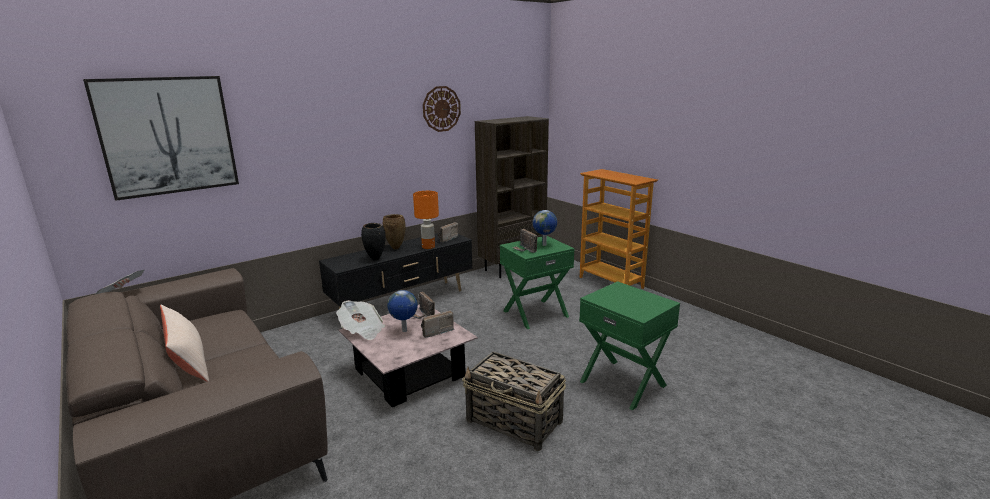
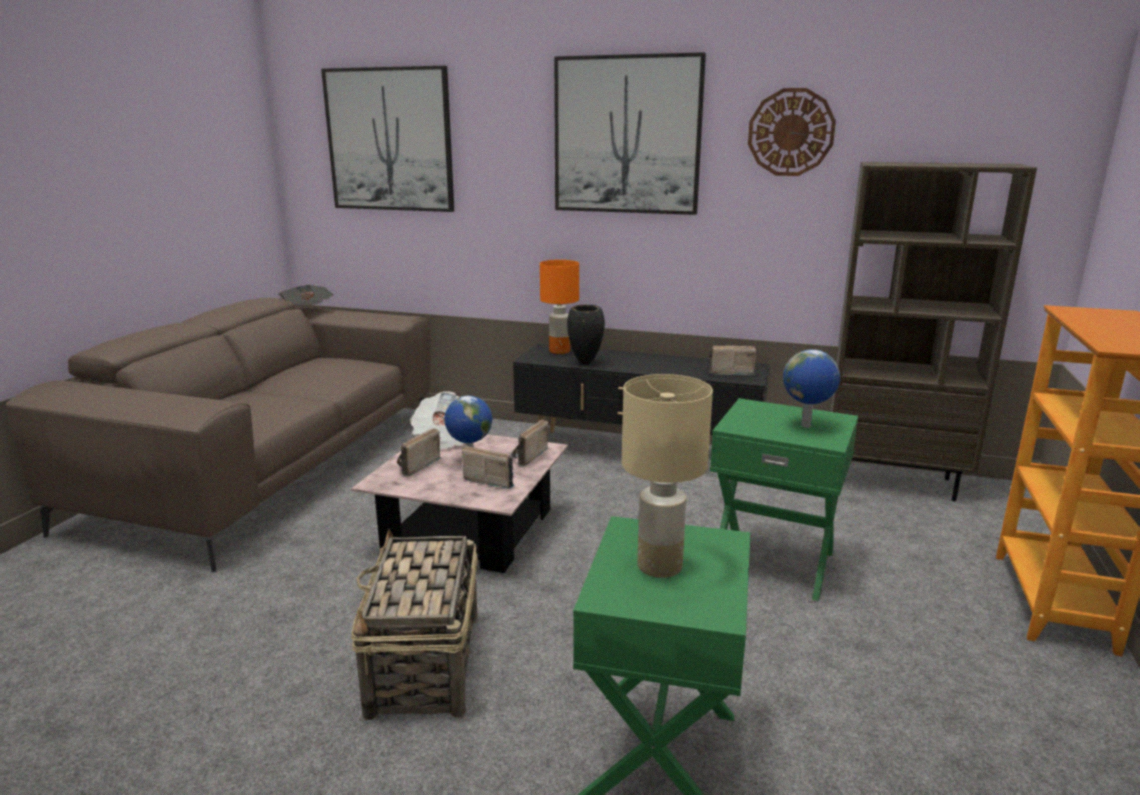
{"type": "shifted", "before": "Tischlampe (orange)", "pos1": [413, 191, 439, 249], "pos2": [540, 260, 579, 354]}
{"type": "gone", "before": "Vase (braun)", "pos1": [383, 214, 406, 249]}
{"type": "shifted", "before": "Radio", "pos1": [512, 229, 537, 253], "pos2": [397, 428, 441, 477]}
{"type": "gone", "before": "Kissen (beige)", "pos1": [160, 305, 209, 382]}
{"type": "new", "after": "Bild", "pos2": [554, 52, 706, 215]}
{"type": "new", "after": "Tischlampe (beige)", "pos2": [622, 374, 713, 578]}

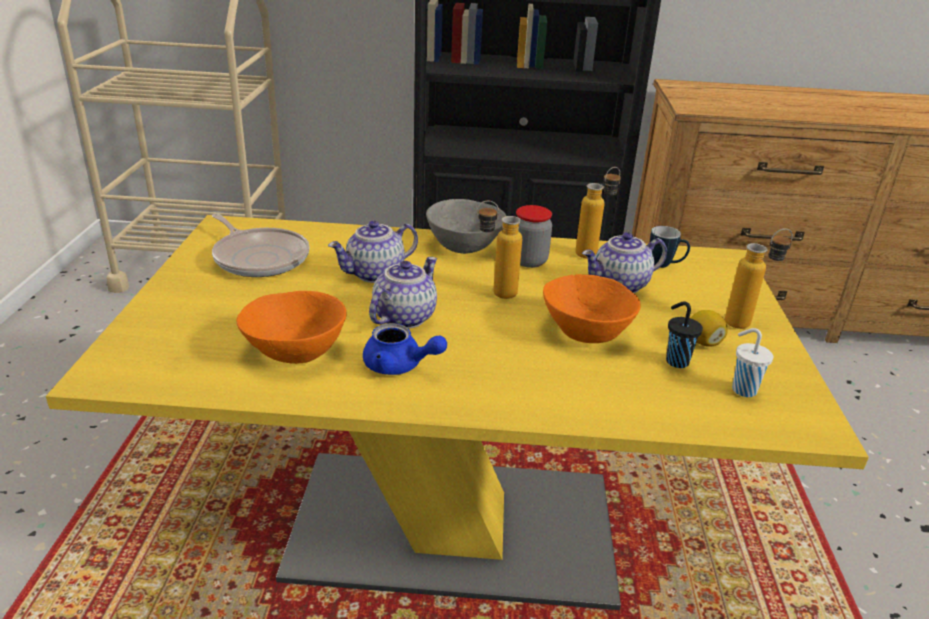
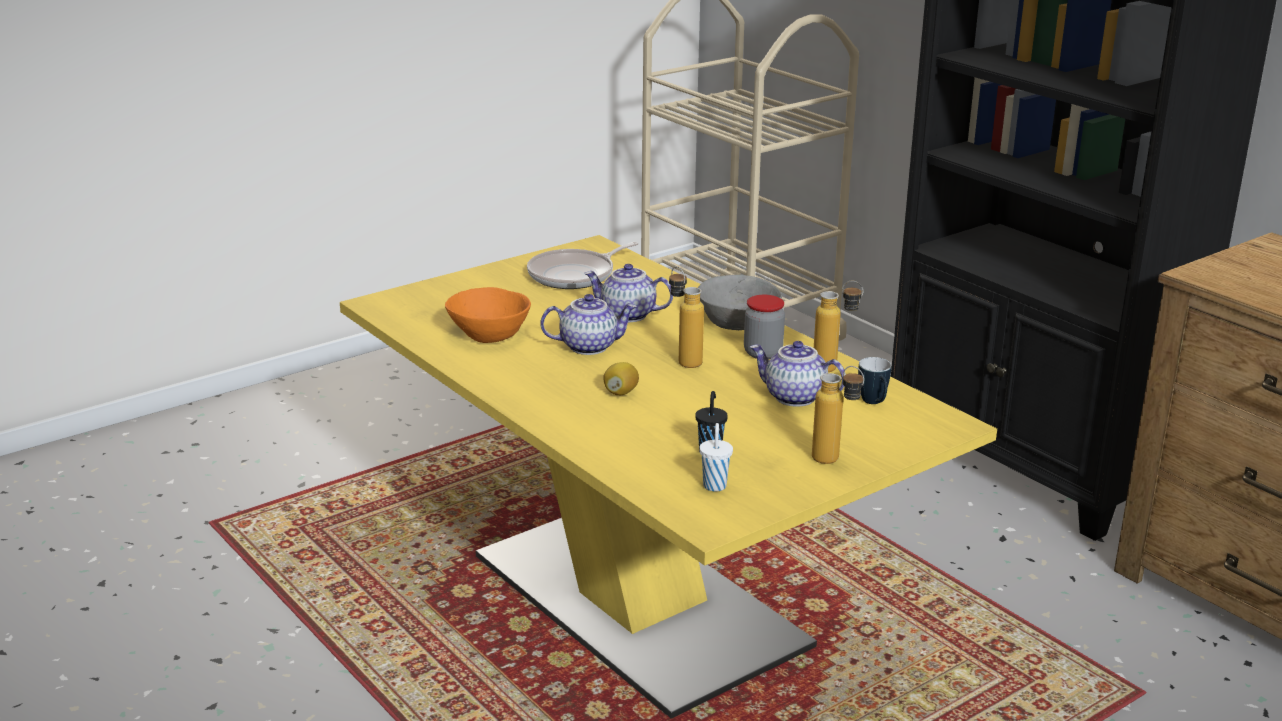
{"type": "rotated", "before": "Pfanne", "pos1": [212, 213, 310, 277], "pos2": [527, 242, 639, 289], "turn": 45}
{"type": "gone", "before": "Schüssel (orange)", "pos1": [543, 274, 641, 343]}
{"type": "shifted", "before": "Zitrone", "pos1": [691, 310, 727, 347], "pos2": [603, 362, 639, 395]}
{"type": "gone", "before": "Teekanne (blau)", "pos1": [363, 323, 447, 375]}

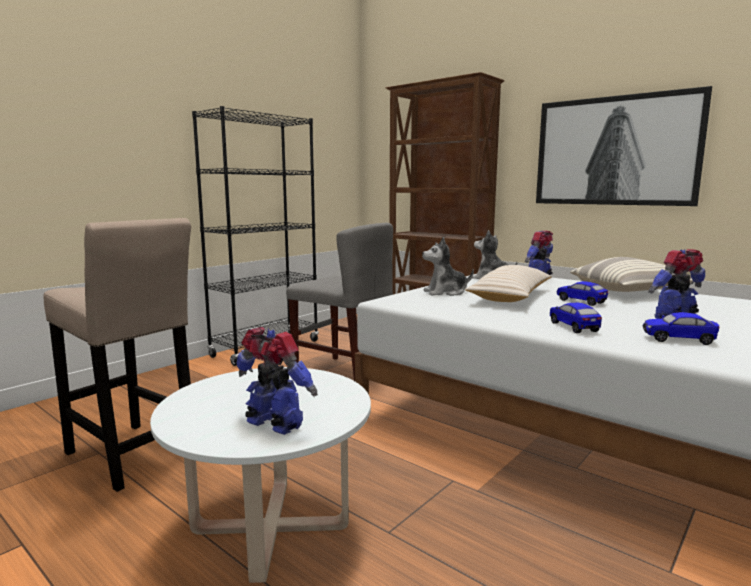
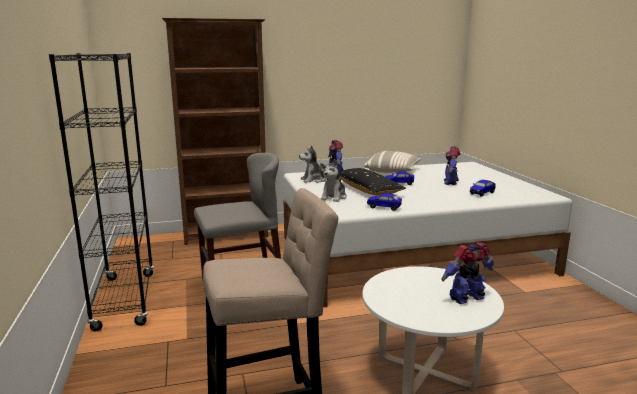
{"type": "gone", "before": "Bild", "pos1": [536, 86, 712, 206]}
{"type": "repainted", "before": "Kissen (beige)", "after": "Kissen (schwarz)", "pos1": [465, 265, 552, 302], "pos2": [339, 168, 406, 196]}
{"type": "shifted", "before": "Spielzeugauto", "pos1": [550, 302, 602, 333], "pos2": [367, 193, 402, 211]}

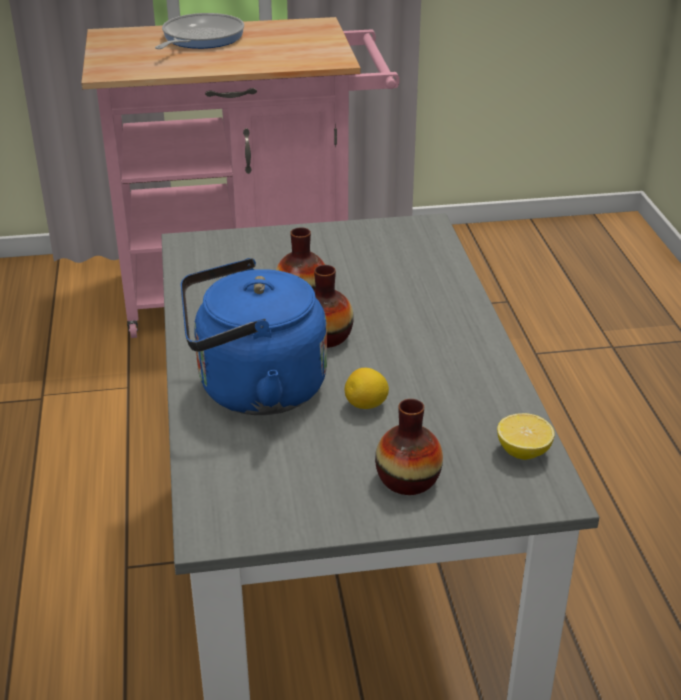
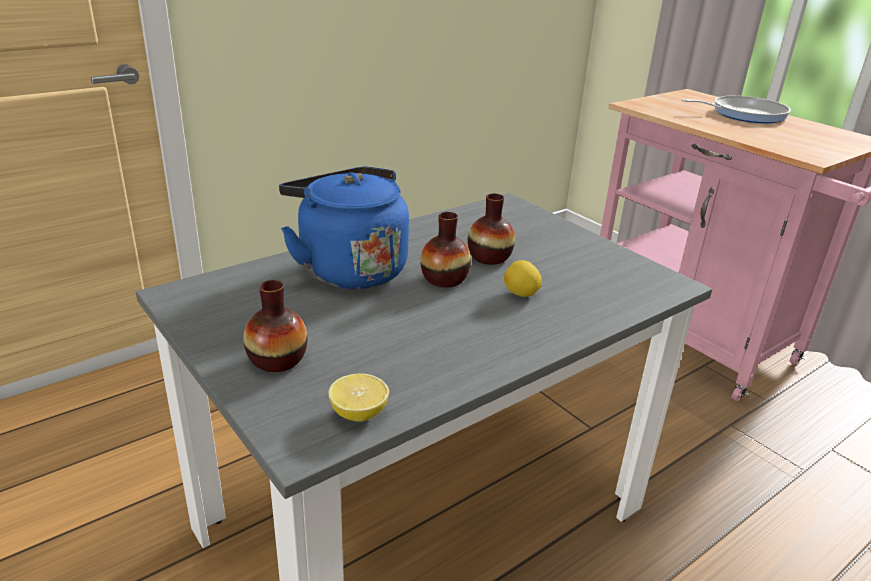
{"type": "shifted", "before": "Zitrone", "pos1": [345, 368, 389, 409], "pos2": [504, 260, 542, 297]}

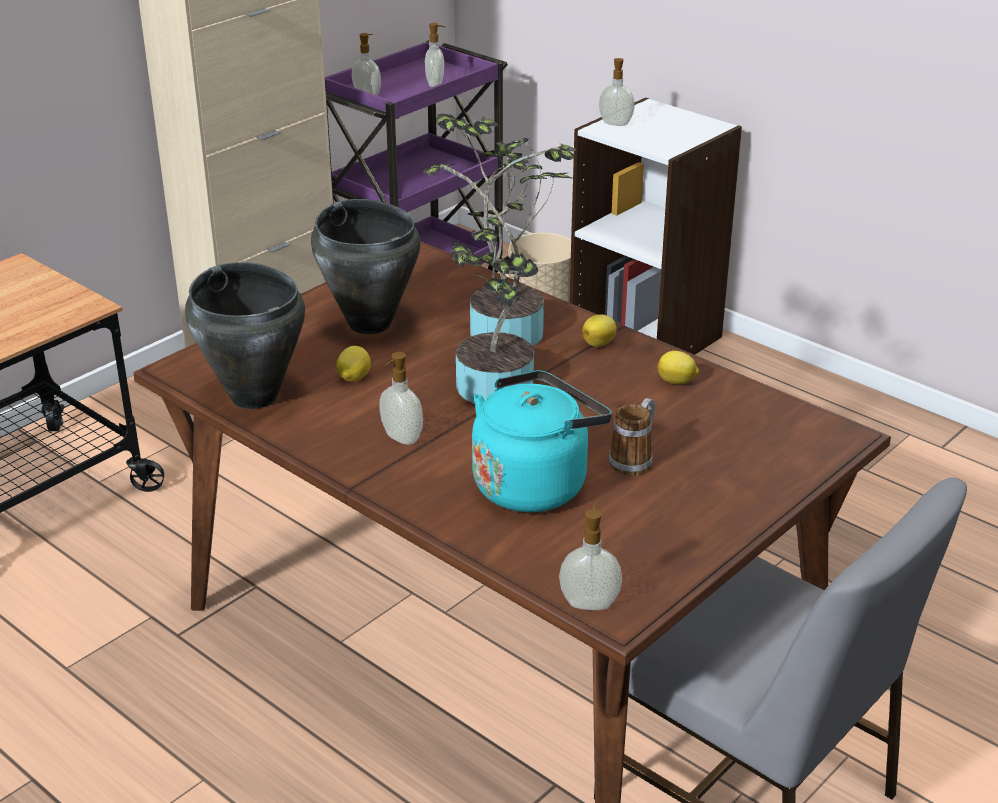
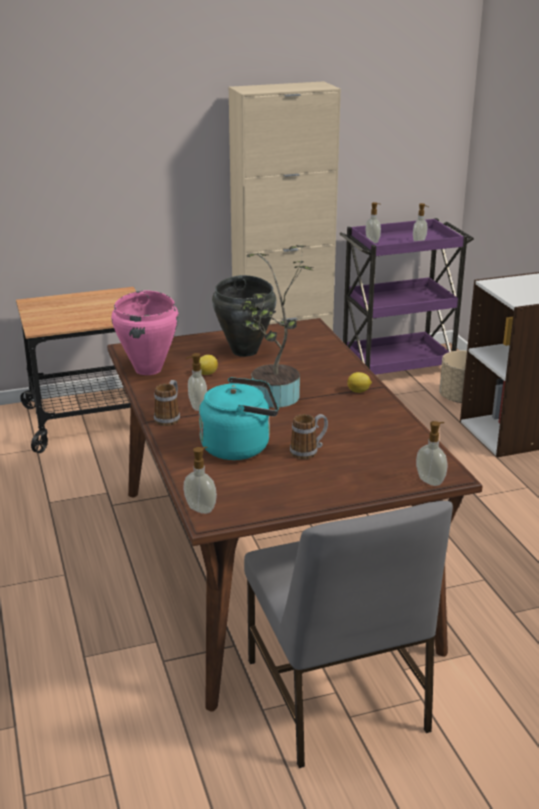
{"type": "shifted", "before": "Seifenspender", "pos1": [599, 58, 635, 126], "pos2": [416, 421, 447, 486]}
{"type": "gone", "before": "Topfpflanze", "pos1": [436, 114, 577, 347]}
{"type": "repainted", "before": "Kochtopf (schwarz)", "after": "Kochtopf (rosa)", "pos1": [185, 262, 305, 409], "pos2": [111, 290, 179, 375]}
{"type": "gone", "before": "Zitrone", "pos1": [658, 351, 699, 384]}
{"type": "new", "after": "Henkelbecher", "pos2": [154, 380, 180, 426]}

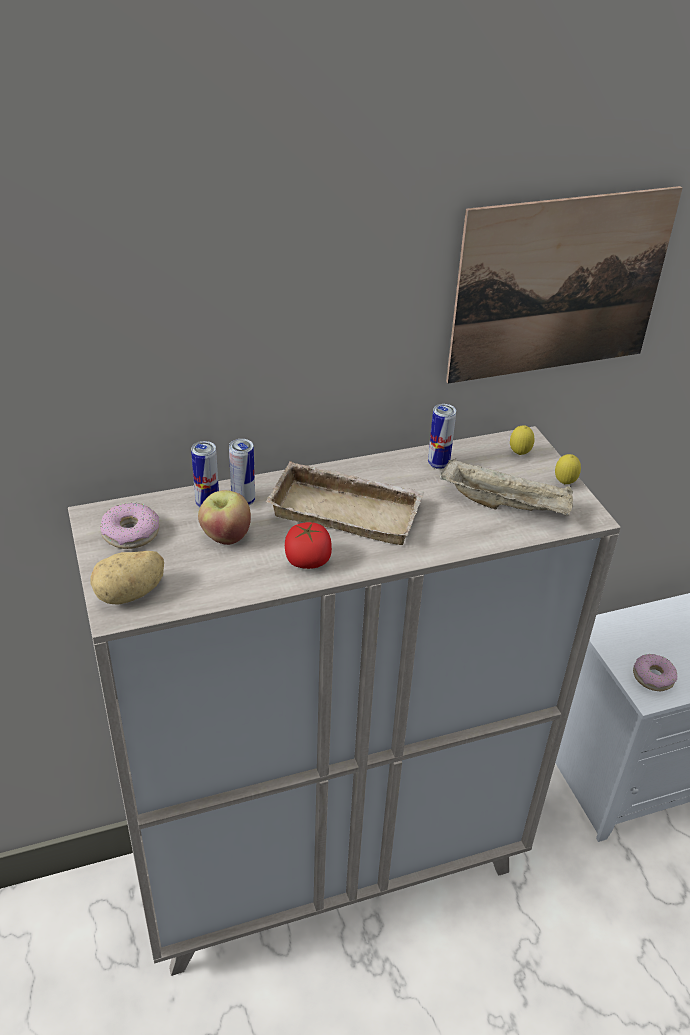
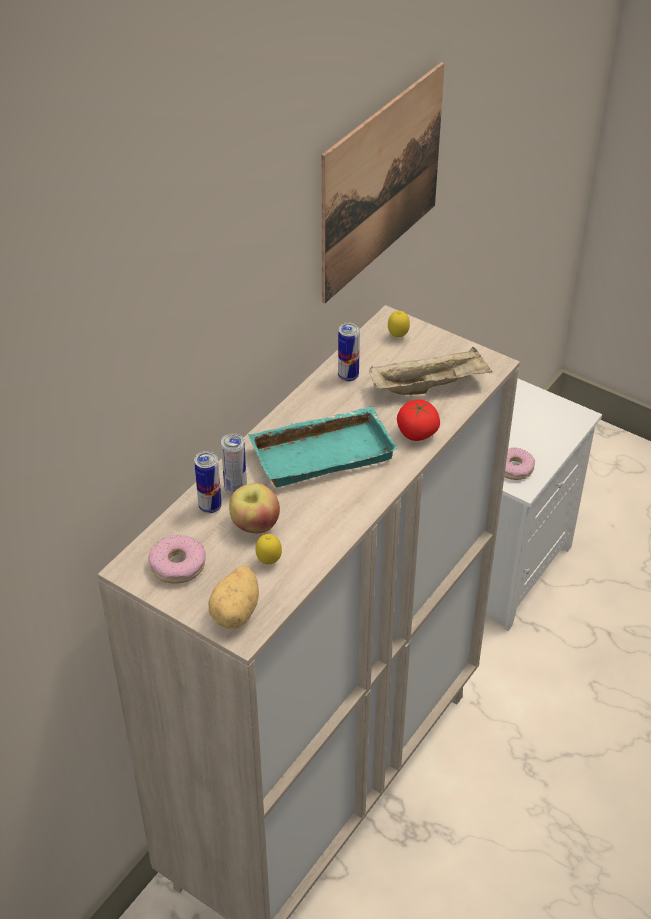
{"type": "shifted", "before": "Zitrone", "pos1": [555, 454, 581, 484], "pos2": [255, 534, 282, 564]}
{"type": "repainted", "before": "Tablett (beige)", "after": "Tablett (türkis)", "pos1": [266, 462, 425, 545], "pos2": [248, 407, 398, 487]}
{"type": "shifted", "before": "Tomate", "pos1": [285, 522, 332, 569], "pos2": [397, 399, 440, 441]}

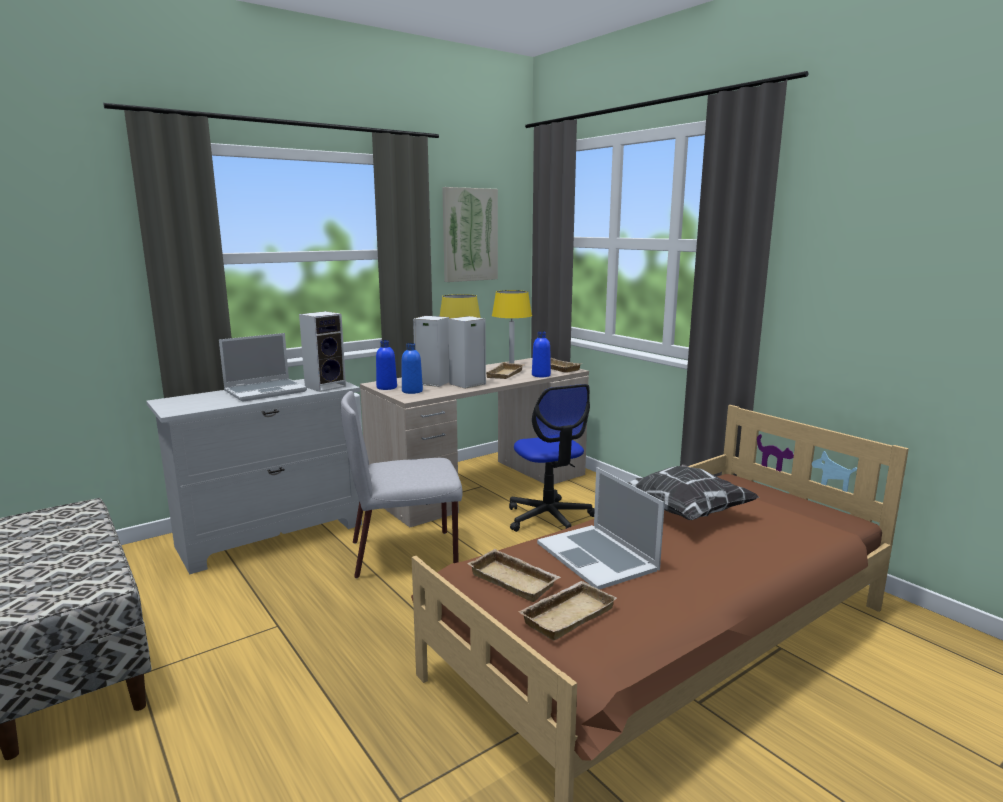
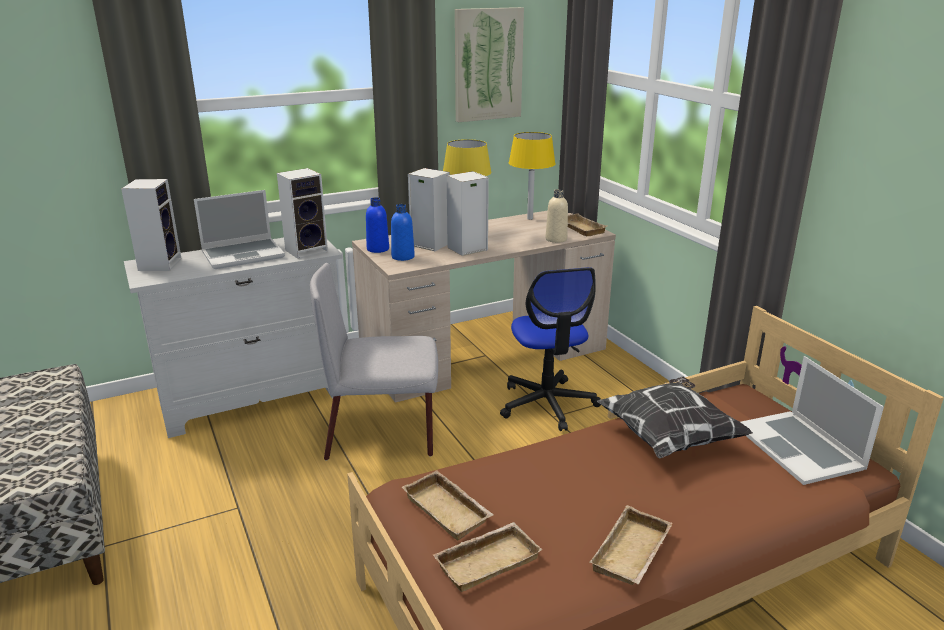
{"type": "repainted", "before": "Flasche (blau)", "after": "Flasche (beige)", "pos1": [532, 331, 551, 377], "pos2": [545, 189, 568, 243]}
{"type": "shifted", "before": "Tablett (beige)", "pos1": [486, 362, 525, 379], "pos2": [590, 505, 673, 585]}
{"type": "shifted", "before": "Laptop", "pos1": [537, 467, 665, 590], "pos2": [741, 356, 884, 485]}
{"type": "new", "after": "Lautsprecher", "pos2": [121, 179, 182, 271]}

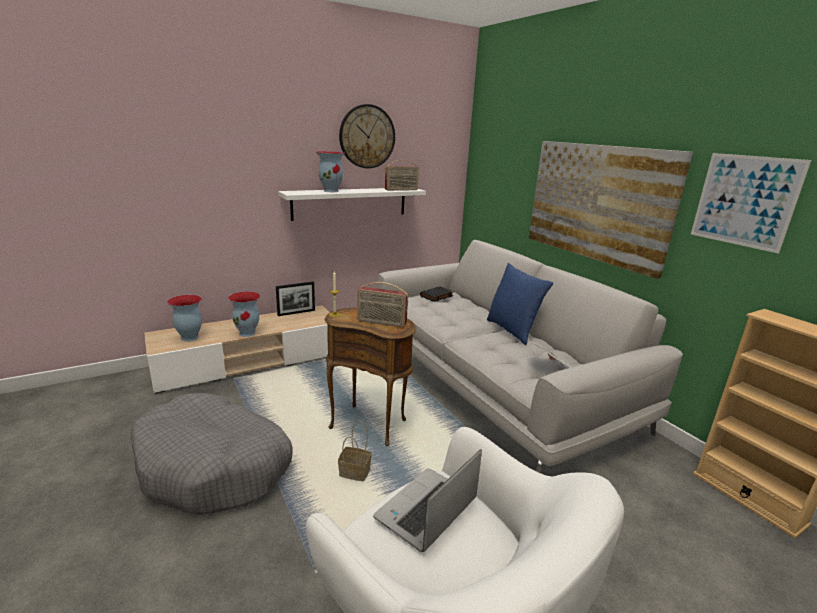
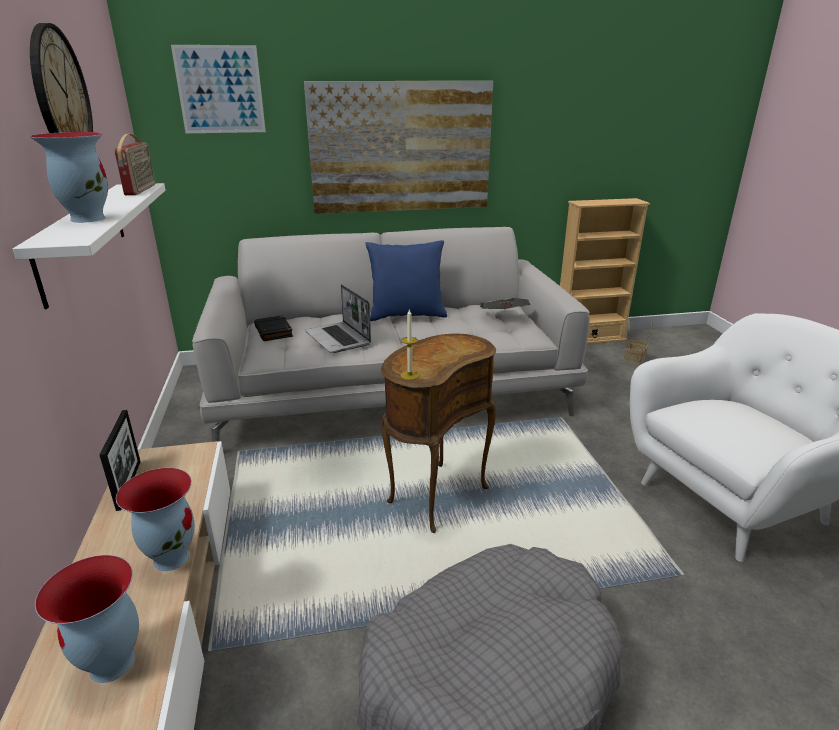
{"type": "shifted", "before": "Bild", "pos1": [691, 153, 811, 254], "pos2": [171, 45, 266, 133]}
{"type": "gone", "before": "Radio", "pos1": [357, 282, 408, 327]}
{"type": "shifted", "before": "Korb", "pos1": [338, 421, 372, 481], "pos2": [623, 319, 653, 366]}
{"type": "shifted", "before": "Laptop", "pos1": [373, 449, 482, 552], "pos2": [305, 284, 371, 353]}

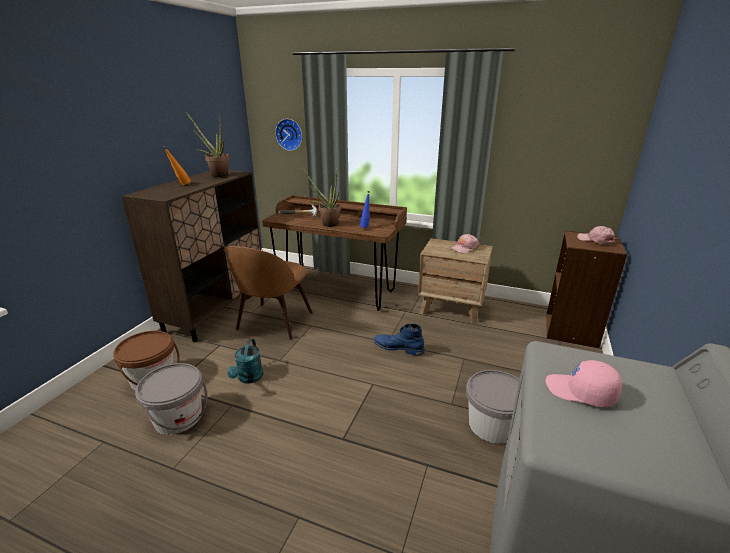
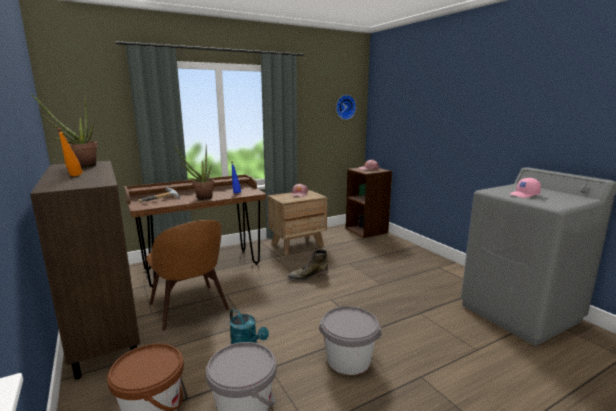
{"type": "shifted", "before": "Wanduhr", "pos1": [275, 119, 302, 151], "pos2": [336, 95, 356, 120]}
{"type": "repainted", "before": "Stiefel (blau)", "after": "Stiefel (grün)", "pos1": [373, 324, 425, 356], "pos2": [288, 250, 328, 281]}
{"type": "shifted", "before": "Eimer (grau)", "pos1": [466, 370, 519, 444], "pos2": [319, 306, 381, 375]}

